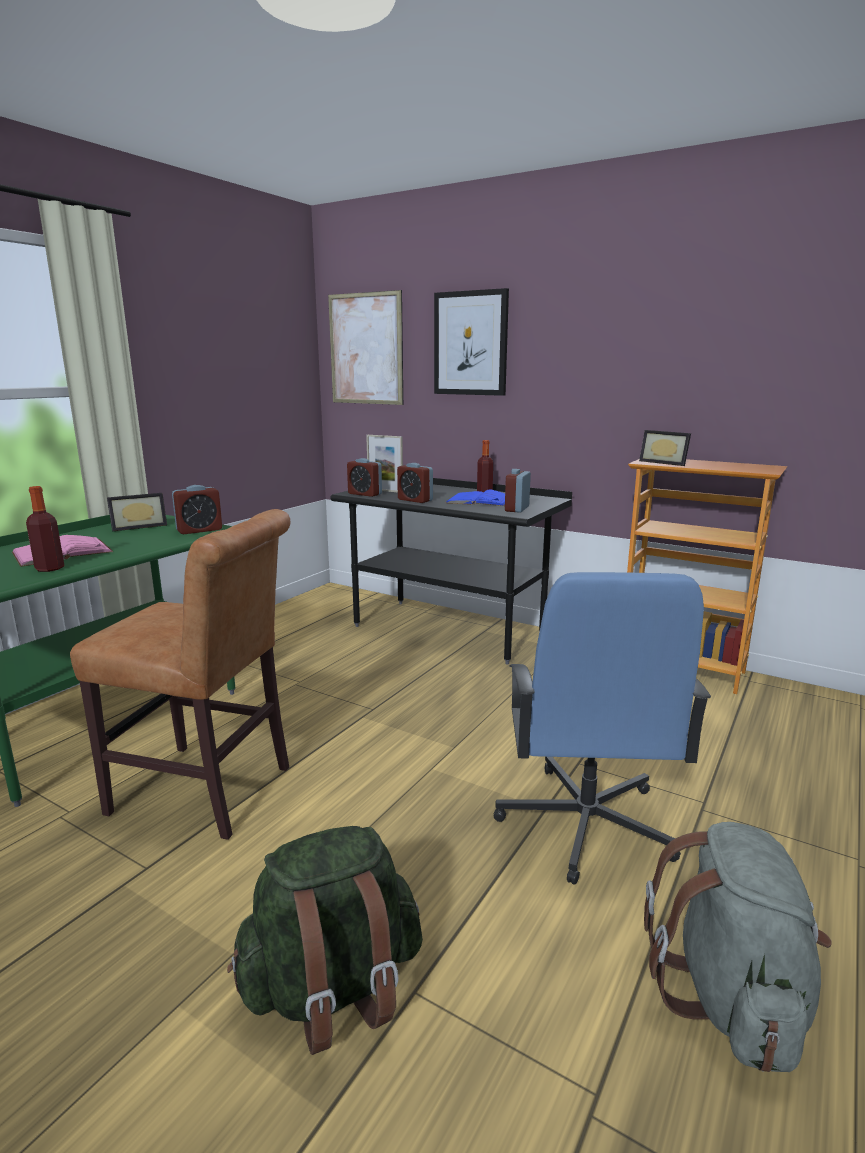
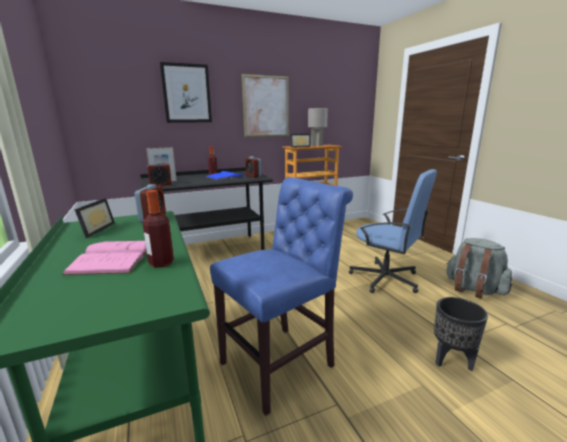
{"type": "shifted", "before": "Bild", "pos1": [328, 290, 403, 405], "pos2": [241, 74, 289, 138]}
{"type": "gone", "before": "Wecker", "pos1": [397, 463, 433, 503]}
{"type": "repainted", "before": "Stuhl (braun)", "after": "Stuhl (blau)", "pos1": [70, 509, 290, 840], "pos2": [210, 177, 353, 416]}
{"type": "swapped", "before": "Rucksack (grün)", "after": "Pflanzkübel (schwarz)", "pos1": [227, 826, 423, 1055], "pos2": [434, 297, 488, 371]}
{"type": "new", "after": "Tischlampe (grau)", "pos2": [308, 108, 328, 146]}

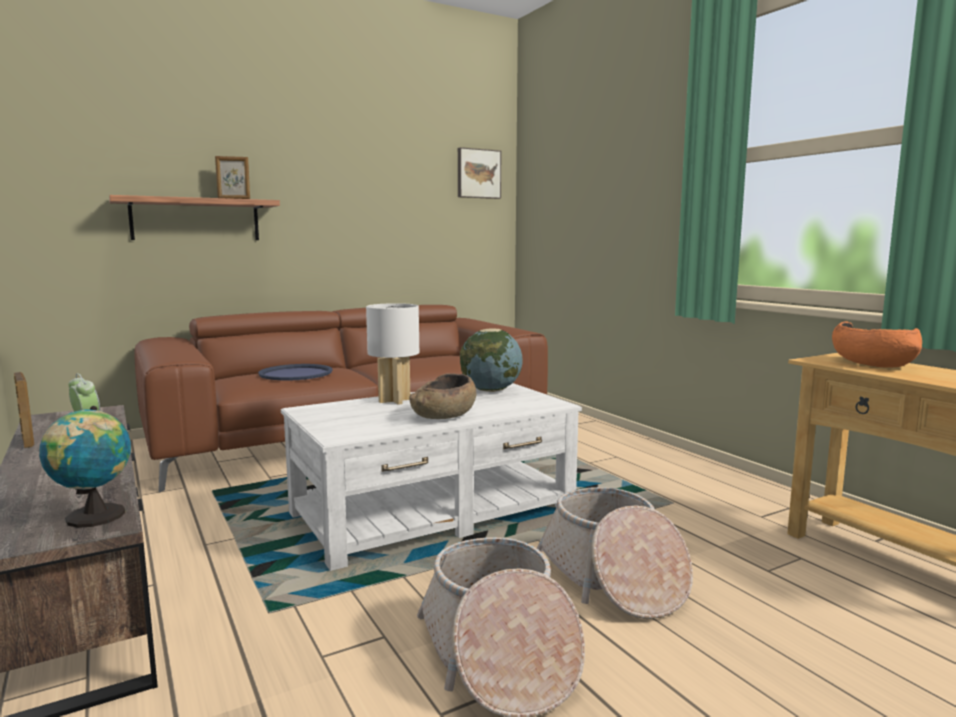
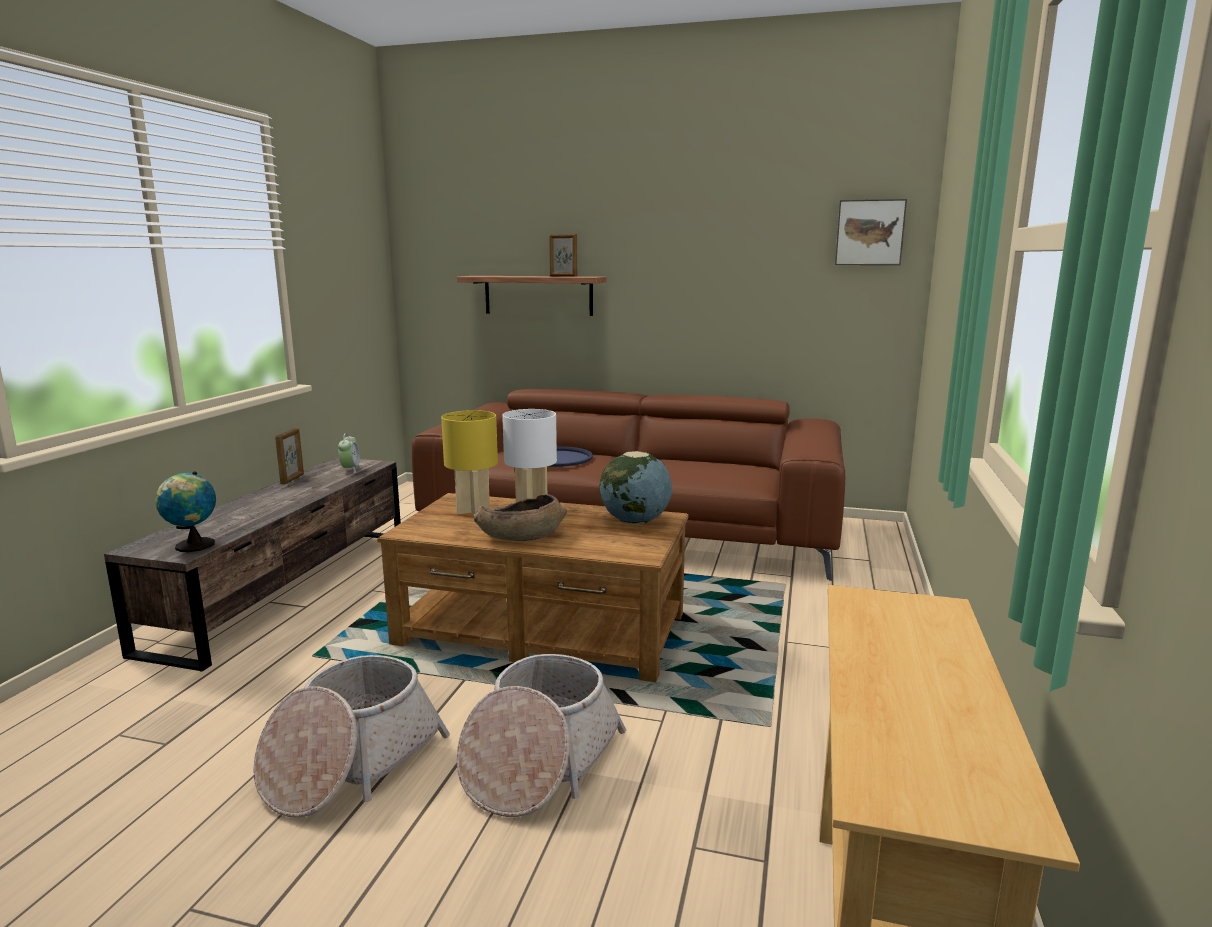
{"type": "gone", "before": "Schüssel (orange)", "pos1": [832, 321, 922, 368]}
{"type": "repainted", "before": "Couchtisch (weiß)", "after": "Couchtisch (braun)", "pos1": [281, 383, 582, 571], "pos2": [377, 493, 688, 682]}
{"type": "new", "after": "Tischlampe (gelb)", "pos2": [441, 410, 498, 515]}

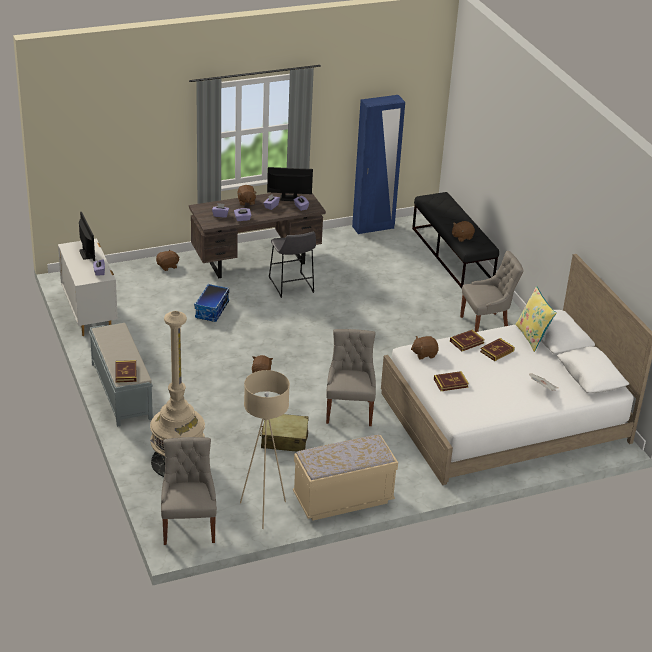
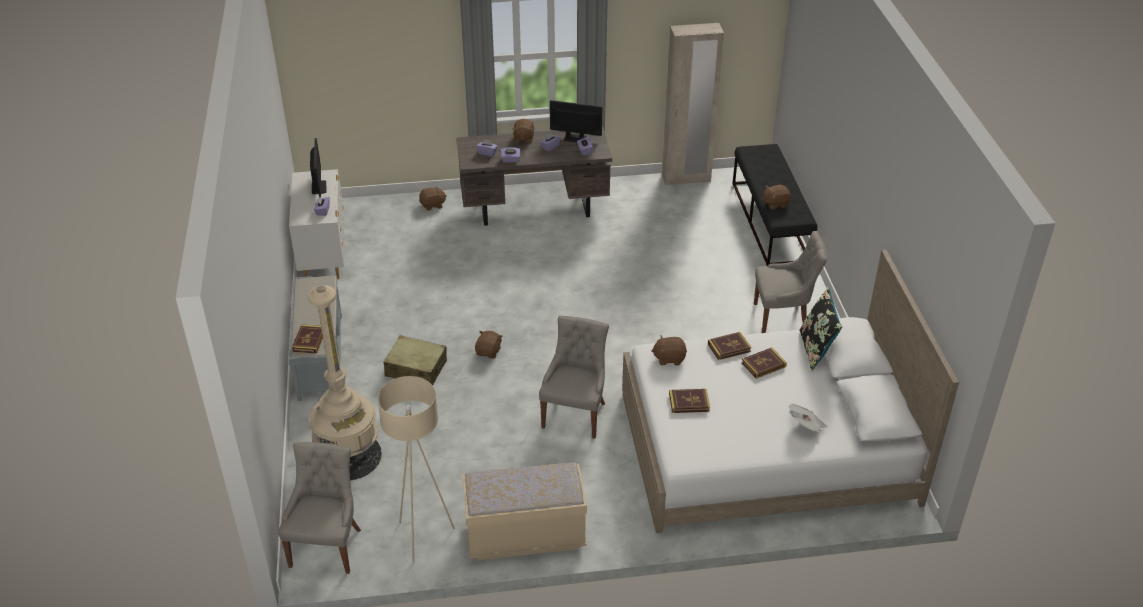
{"type": "repainted", "before": "Kleiderschrank (blau)", "after": "Kleiderschrank (beige)", "pos1": [352, 95, 405, 234], "pos2": [662, 23, 724, 185]}
{"type": "gone", "before": "Hocker (grau)", "pos1": [269, 232, 316, 298]}
{"type": "gone", "before": "Aufbewahrungsbox", "pos1": [194, 284, 229, 322]}
{"type": "repainted", "before": "Kissen (gelb)", "after": "Kissen (schwarz)", "pos1": [515, 286, 557, 352], "pos2": [799, 287, 842, 371]}
{"type": "shifted", "before": "Koffer (beige)", "pos1": [260, 414, 309, 452], "pos2": [384, 335, 447, 385]}

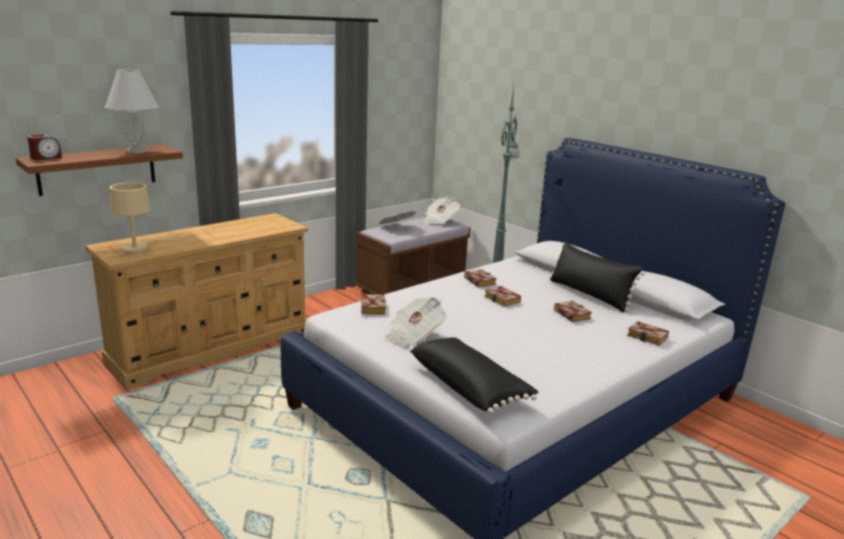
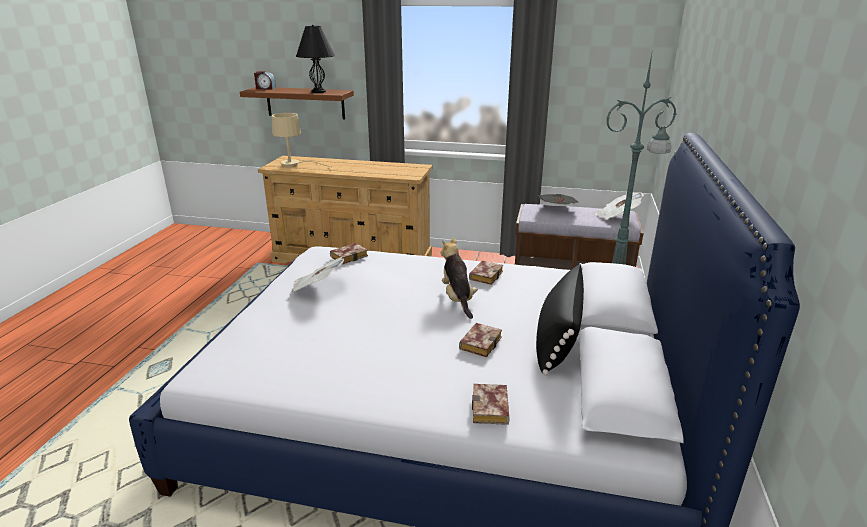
{"type": "repainted", "before": "Tischlampe (weiß)", "after": "Tischlampe (schwarz)", "pos1": [105, 68, 159, 154], "pos2": [296, 25, 335, 93]}
{"type": "swapped", "before": "Buch", "after": "Plüschtier", "pos1": [485, 286, 521, 307], "pos2": [441, 237, 478, 319]}
{"type": "gone", "before": "Kissen (schwarz)", "pos1": [409, 337, 538, 414]}

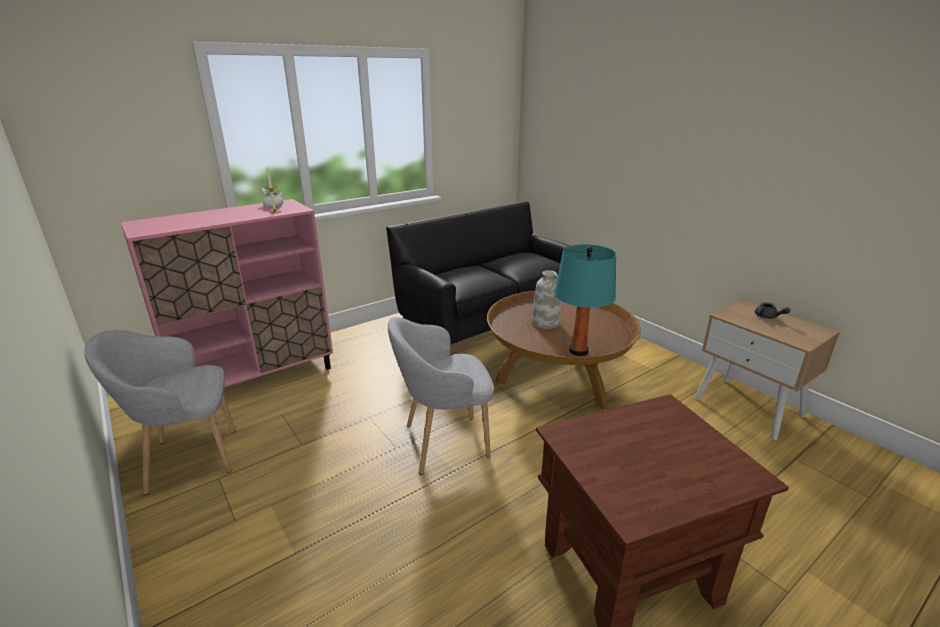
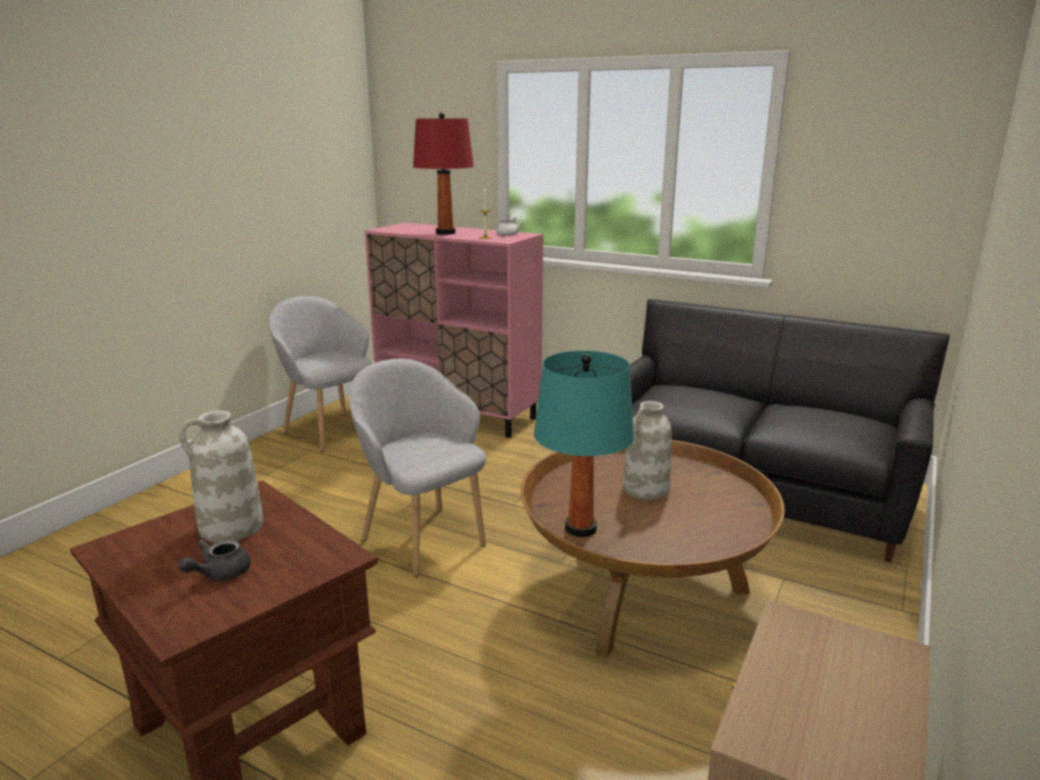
{"type": "shifted", "before": "Teekanne (grau)", "pos1": [755, 302, 790, 319], "pos2": [178, 539, 251, 581]}
{"type": "new", "after": "Tischlampe (rot)", "pos2": [413, 113, 474, 235]}
{"type": "new", "after": "Vase (weiß)", "pos2": [179, 411, 263, 543]}

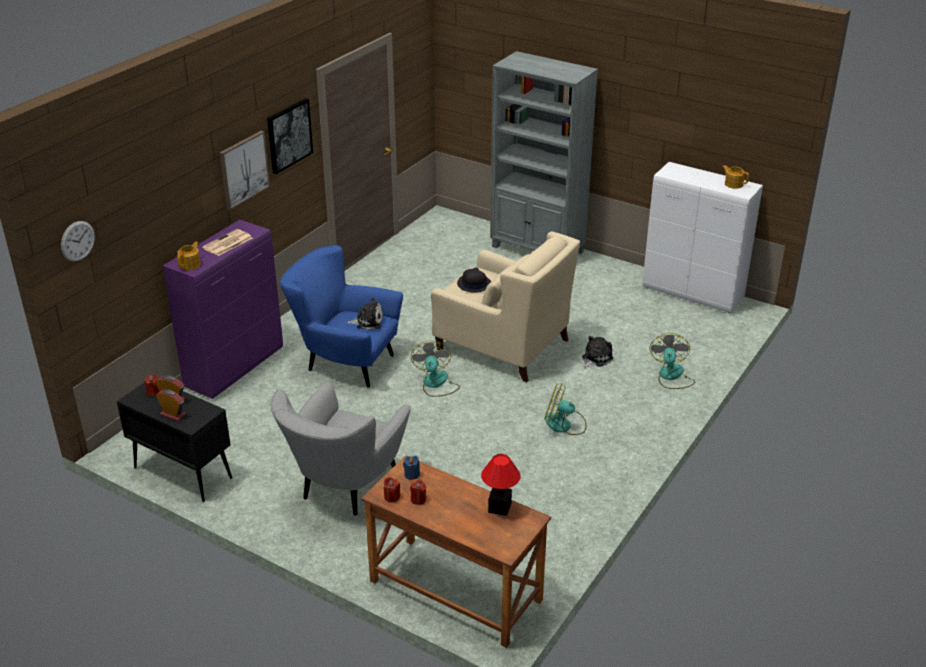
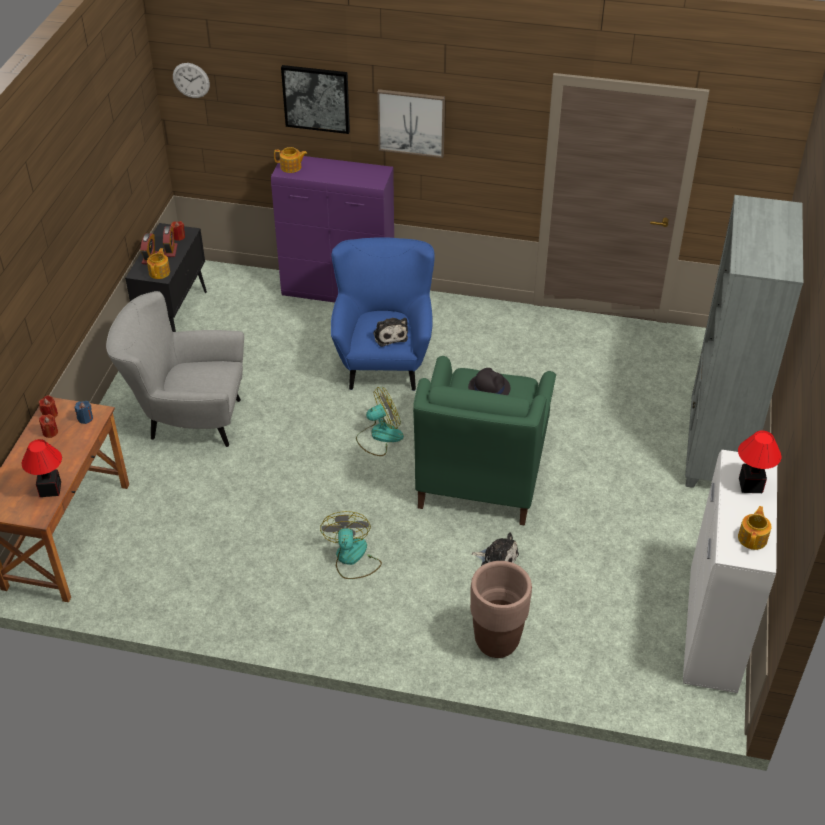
{"type": "shifted", "before": "Bild", "pos1": [267, 98, 313, 174], "pos2": [281, 65, 350, 134]}
{"type": "gone", "before": "Zeitung", "pos1": [202, 229, 252, 256]}
{"type": "repainted", "before": "Sessel (beige)", "after": "Sessel (grün)", "pos1": [431, 232, 580, 382], "pos2": [413, 356, 556, 525]}
{"type": "swapped", "before": "Ventilator", "after": "Pflanzkübel (braun)", "pos1": [649, 333, 695, 389], "pos2": [470, 561, 532, 658]}
{"type": "new", "after": "Teekanne", "pos2": [147, 248, 170, 279]}
{"type": "new", "after": "Tischlampe", "pos2": [738, 430, 781, 493]}

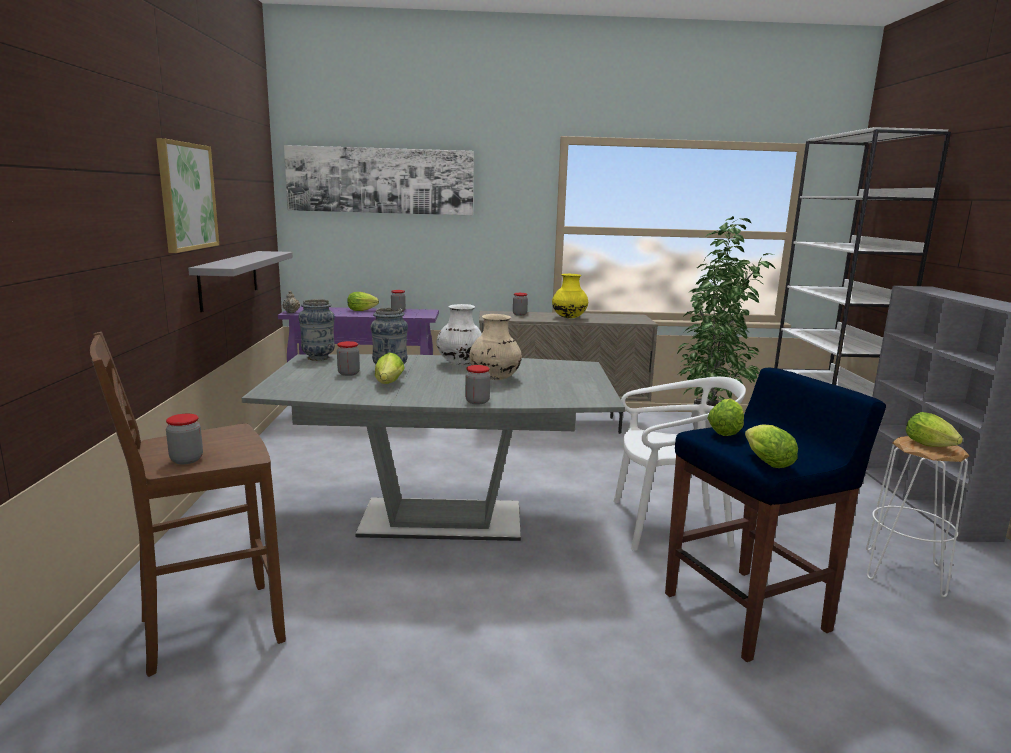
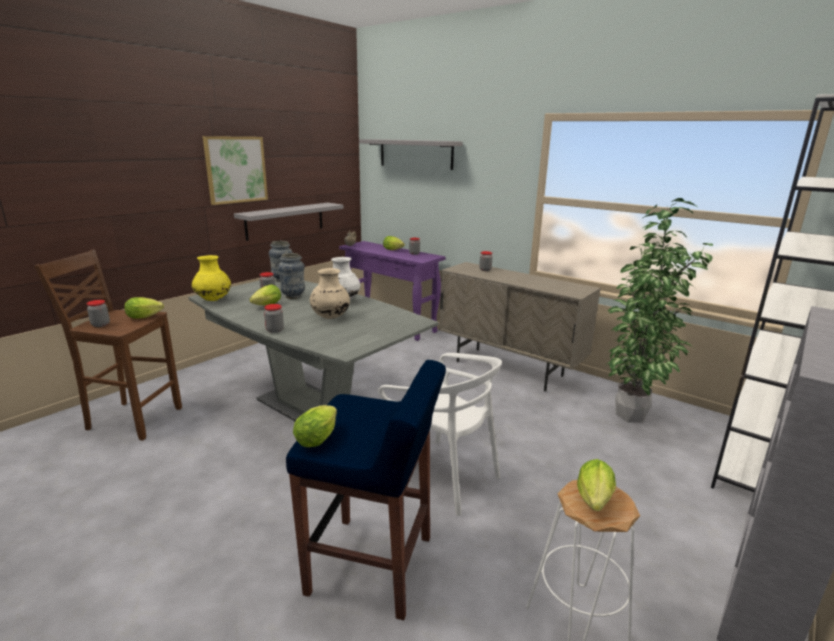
{"type": "swapped", "before": "Bild", "after": "Wandregal (grau)", "pos1": [284, 145, 474, 215], "pos2": [359, 139, 463, 170]}
{"type": "shifted", "before": "Vase (gelb)", "pos1": [552, 274, 588, 319], "pos2": [192, 255, 231, 301]}
{"type": "shifted", "before": "Salatkopf", "pos1": [707, 399, 744, 436], "pos2": [124, 297, 164, 319]}

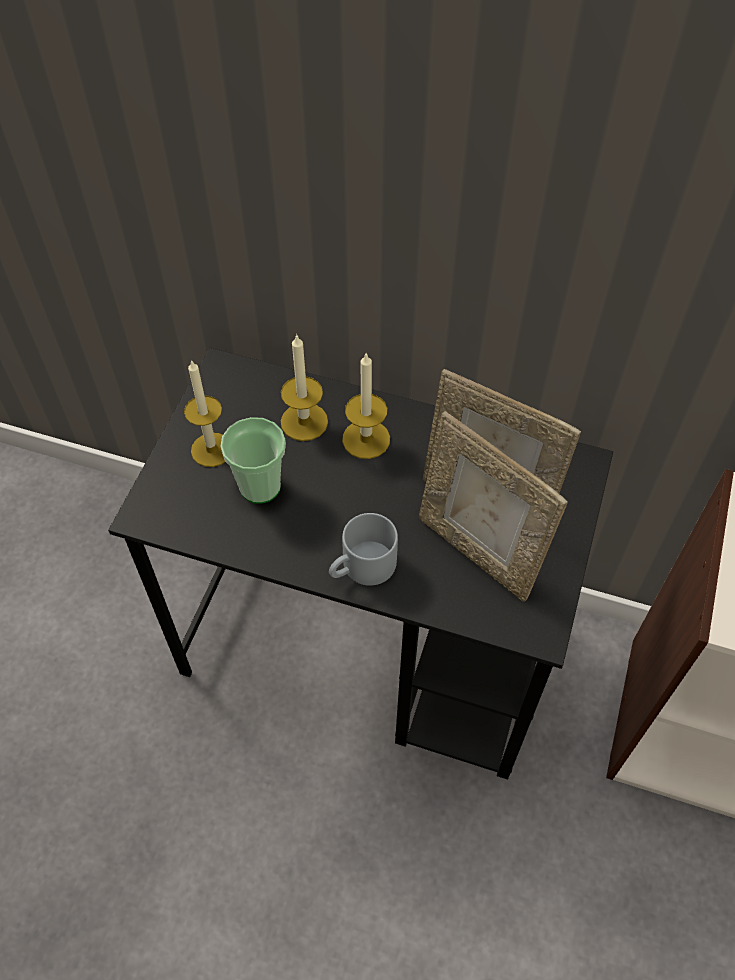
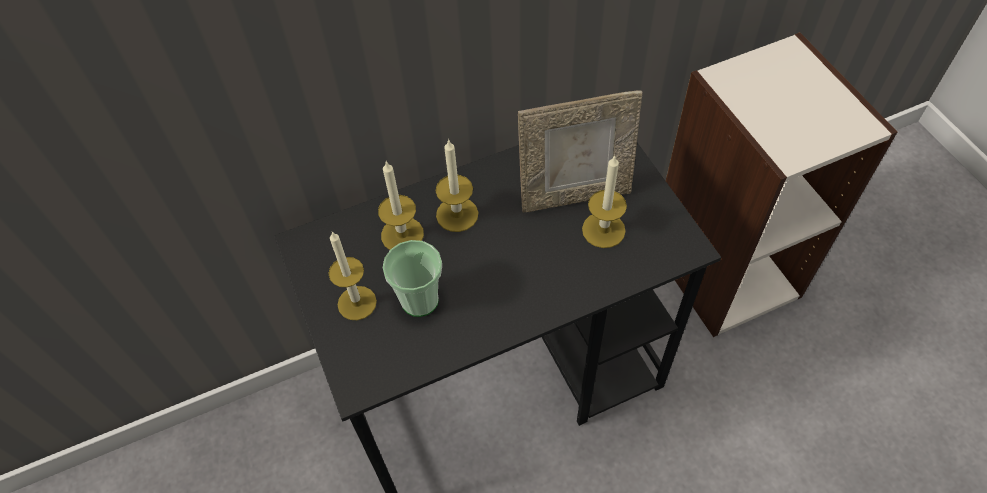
{"type": "swapped", "before": "Bilderrahmen", "after": "Kerze", "pos1": [419, 411, 568, 602], "pos2": [582, 155, 627, 248]}
{"type": "gone", "before": "Henkelbecher (grau)", "pos1": [329, 513, 398, 586]}

